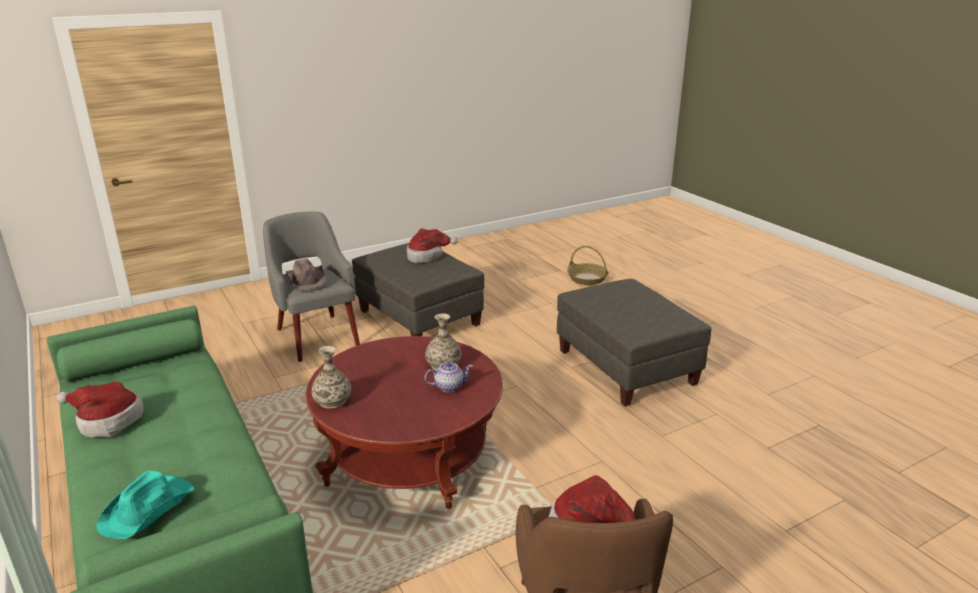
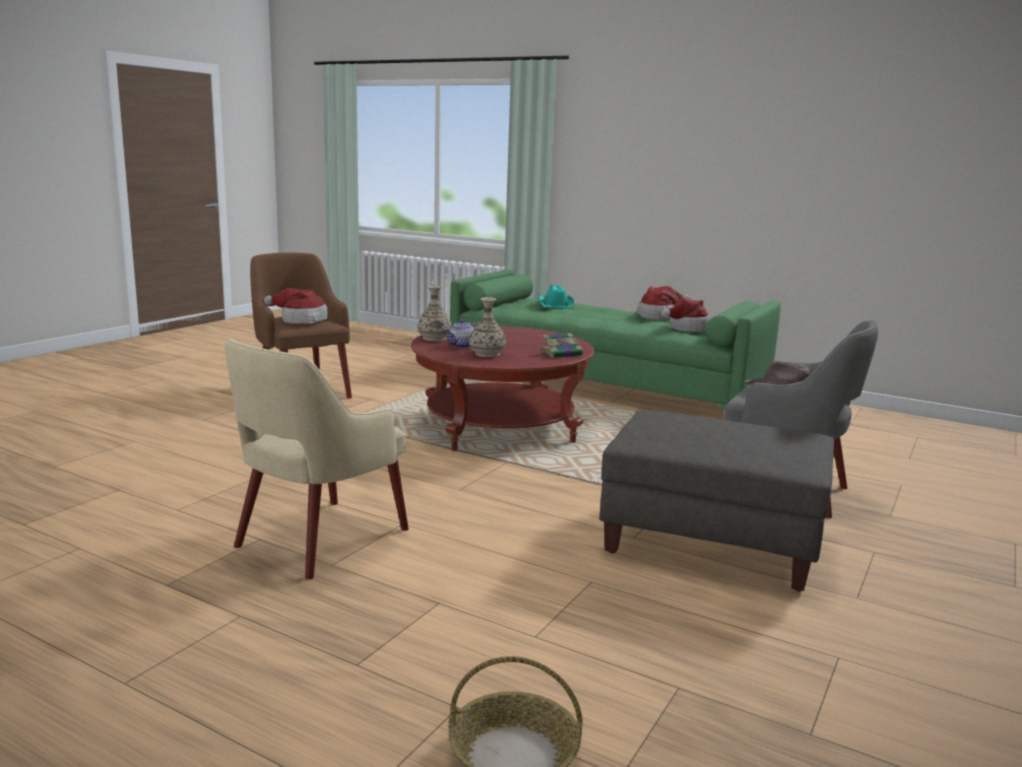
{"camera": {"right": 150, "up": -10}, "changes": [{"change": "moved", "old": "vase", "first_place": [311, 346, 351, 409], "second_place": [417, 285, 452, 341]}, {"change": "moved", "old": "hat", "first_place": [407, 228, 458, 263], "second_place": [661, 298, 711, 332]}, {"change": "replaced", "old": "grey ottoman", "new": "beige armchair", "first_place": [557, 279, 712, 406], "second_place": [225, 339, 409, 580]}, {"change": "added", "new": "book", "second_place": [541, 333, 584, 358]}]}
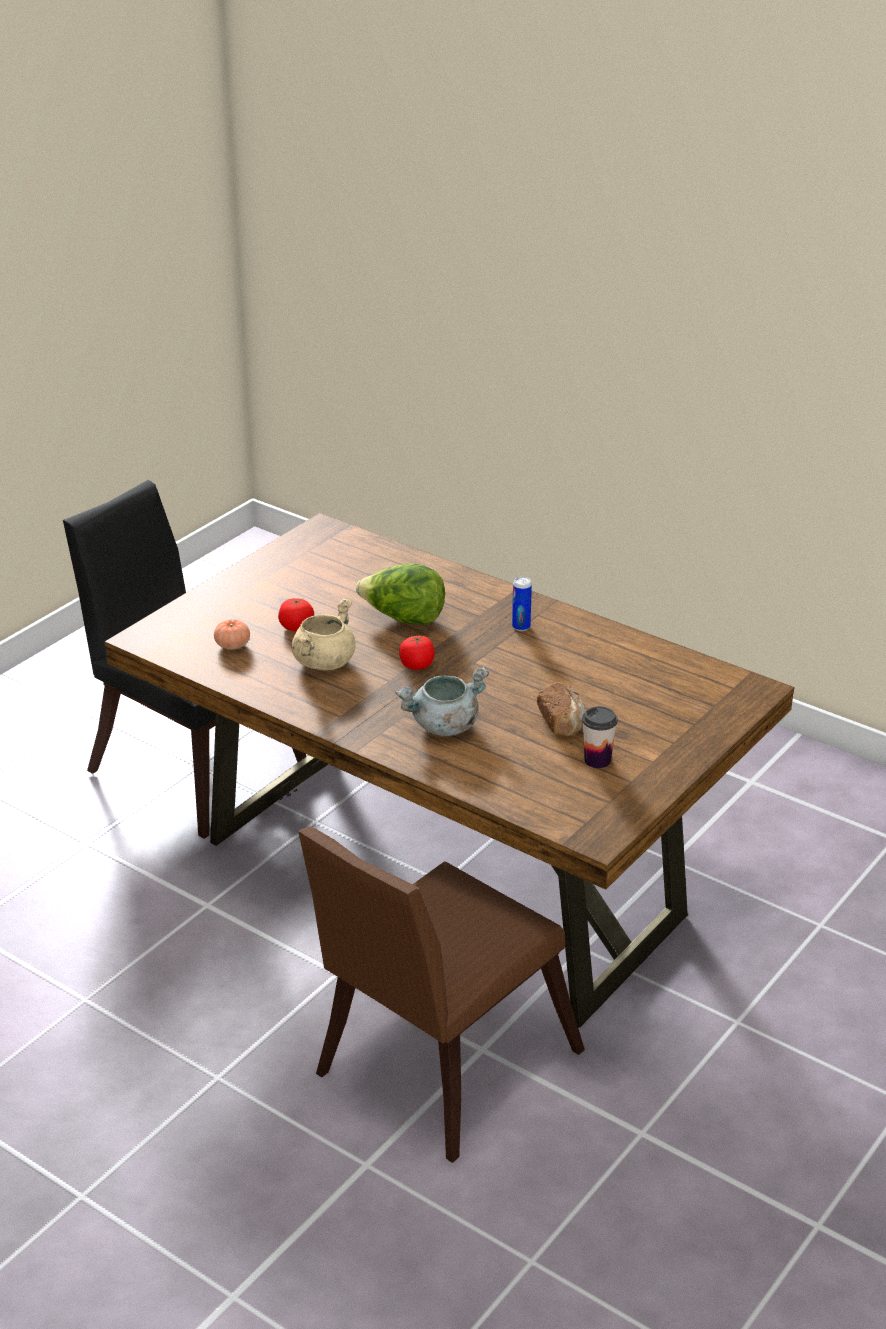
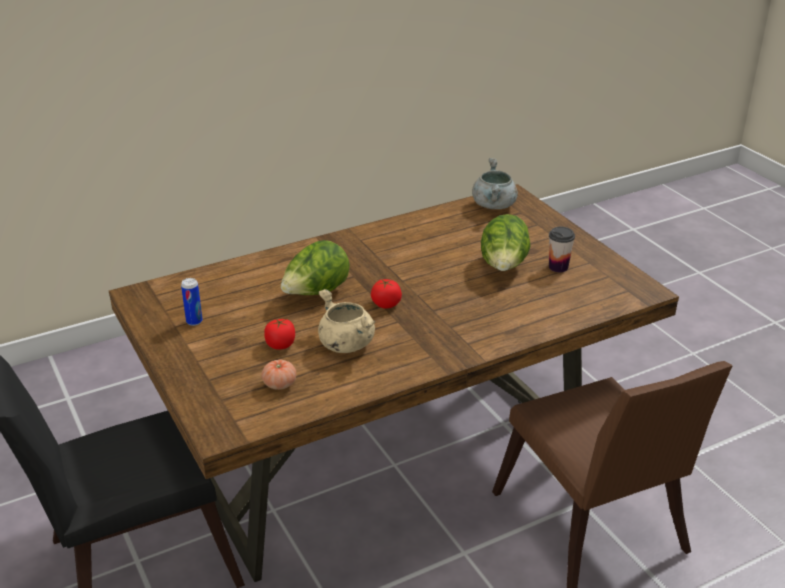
{"camera": {"right": -65, "up": 0}, "changes": [{"change": "moved", "old": "grey cooking pot", "first_place": [395, 666, 489, 736], "second_place": [472, 158, 518, 209]}, {"change": "moved", "old": "can", "first_place": [512, 577, 532, 631], "second_place": [181, 278, 203, 326]}, {"change": "replaced", "old": "bread", "new": "lettuce", "first_place": [537, 682, 585, 736], "second_place": [481, 214, 530, 271]}]}
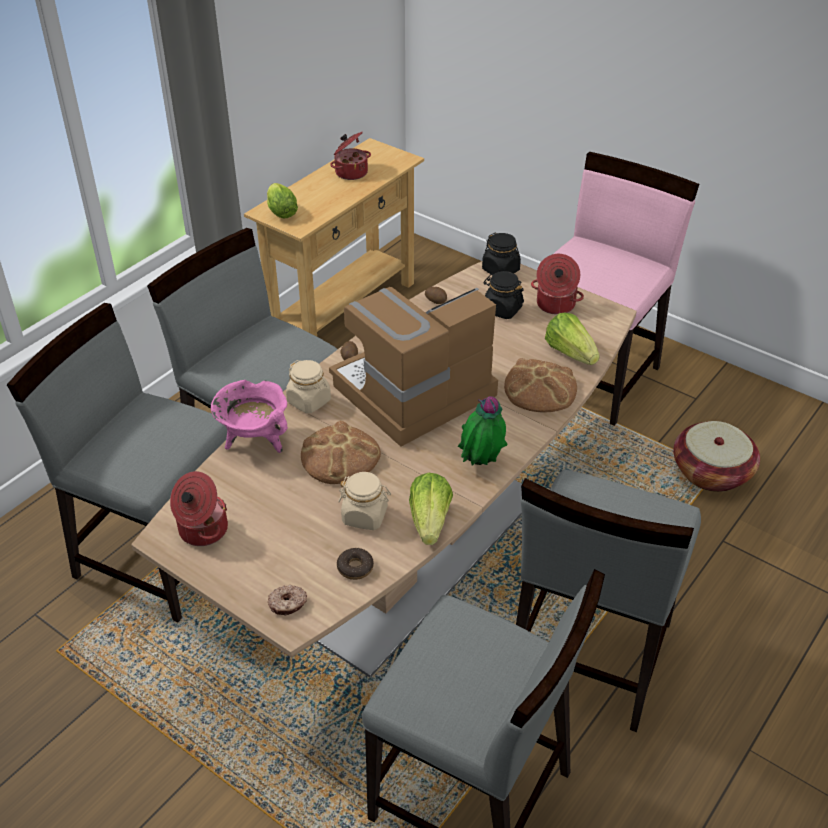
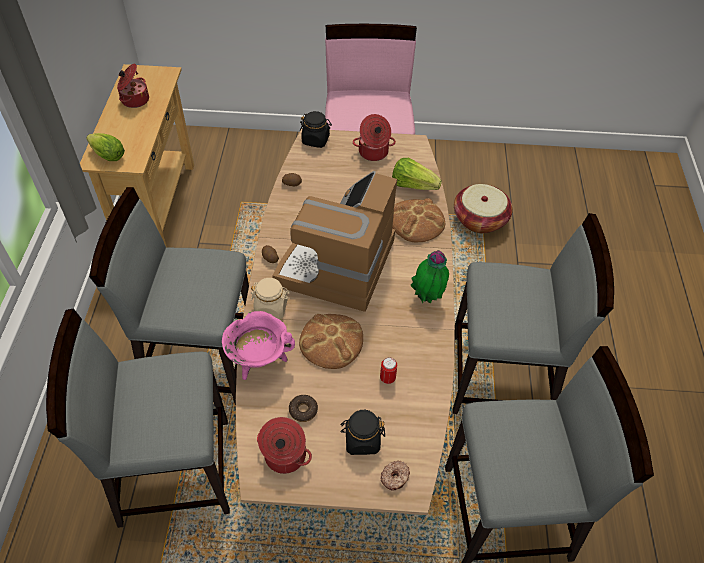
{"camera": {"right": -35, "up": 10}, "changes": [{"change": "moved", "old": "donut", "first_place": [337, 548, 374, 580], "second_place": [289, 395, 318, 422]}, {"change": "replaced", "old": "beige jar", "new": "can", "first_place": [338, 472, 391, 530], "second_place": [380, 358, 397, 384]}, {"change": "removed", "old": "lettuce", "first_place": [409, 473, 453, 545]}, {"change": "moved", "old": "black jar", "first_place": [483, 271, 524, 319], "second_place": [340, 410, 385, 455]}, {"change": "turned", "old": "grey chair", "first_place": [516, 469, 701, 732], "second_place": [453, 213, 614, 414], "degrees": -75}]}
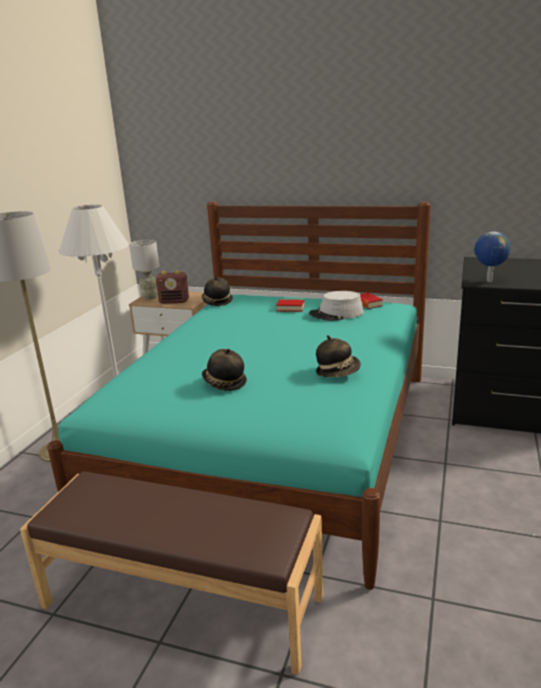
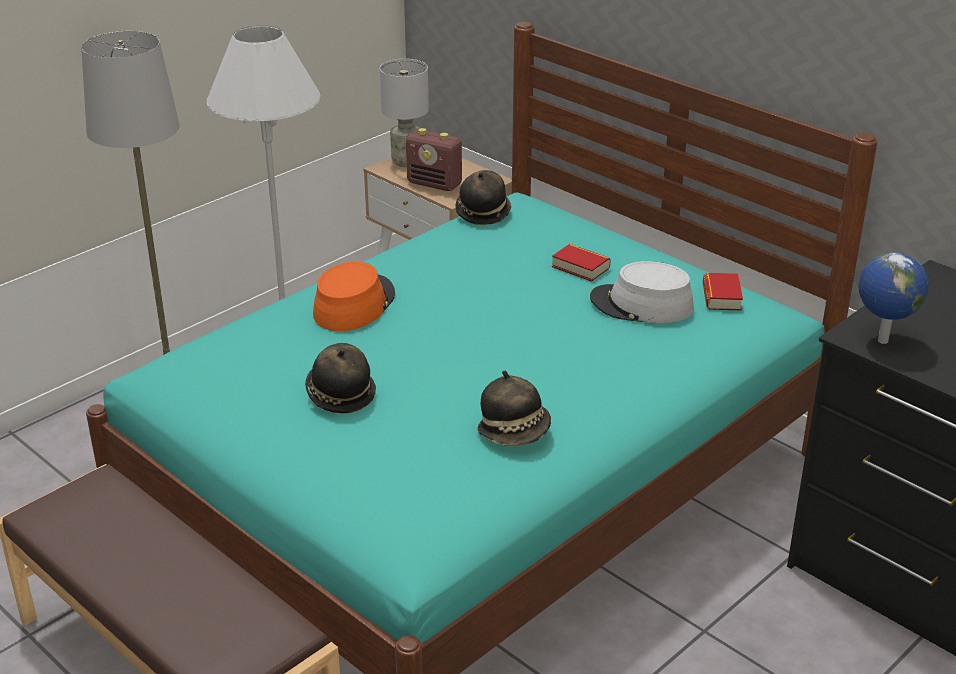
{"camera": {"right": 25, "up": 10}, "changes": [{"change": "added", "new": "orange hat", "second_place": [313, 262, 395, 331]}]}
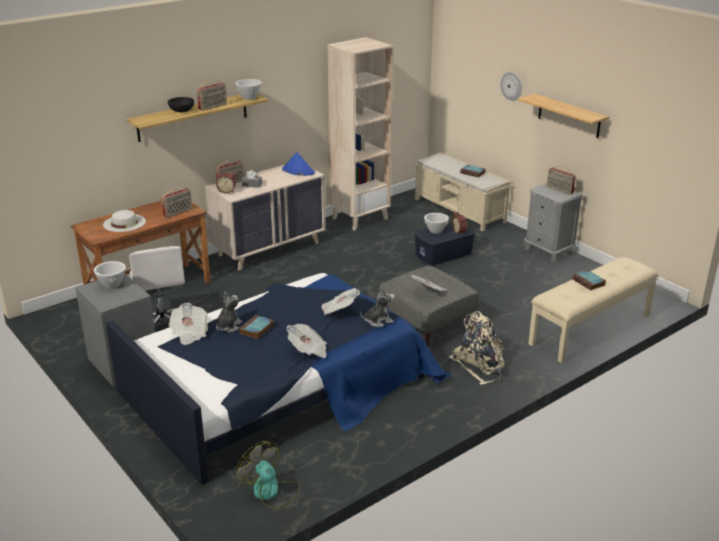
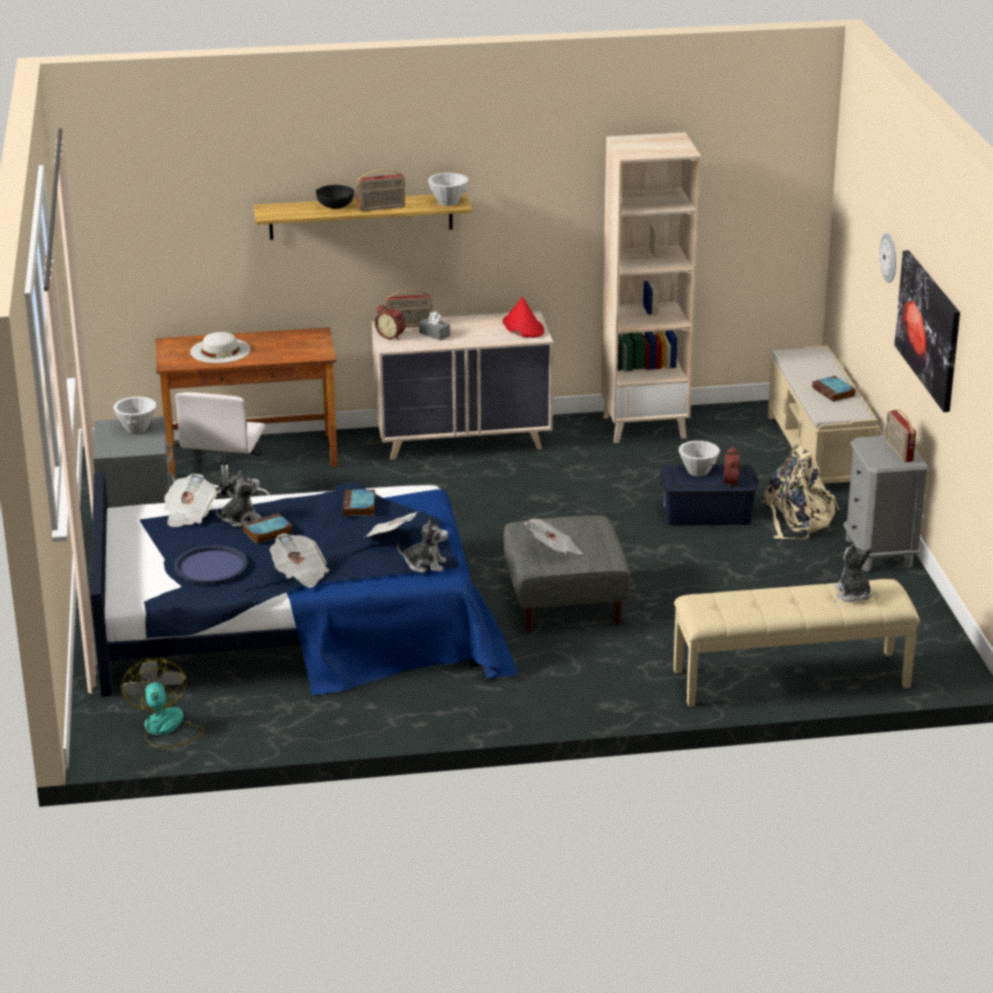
{"camera": {"right": 30, "up": 0}, "changes": [{"change": "removed", "old": "radio", "first_place": [161, 187, 192, 218]}, {"change": "recoloured", "old": "blue hat", "new": "red hat", "first_place": [282, 152, 315, 176], "second_place": [503, 297, 544, 338]}, {"change": "moved", "old": "beige backpack", "first_place": [449, 311, 505, 385], "second_place": [762, 444, 840, 540]}, {"change": "replaced", "old": "shelf", "new": "picture", "first_place": [518, 94, 609, 138], "second_place": [894, 250, 960, 412]}, {"change": "moved", "old": "book", "first_place": [572, 270, 606, 290], "second_place": [343, 489, 376, 516]}, {"change": "added", "new": "blue tray", "second_place": [174, 545, 248, 584]}, {"change": "added", "new": "plush toy", "second_place": [835, 544, 872, 602]}]}
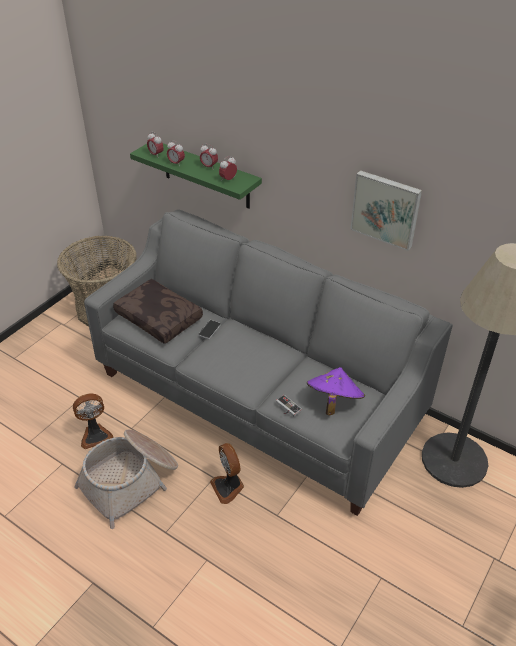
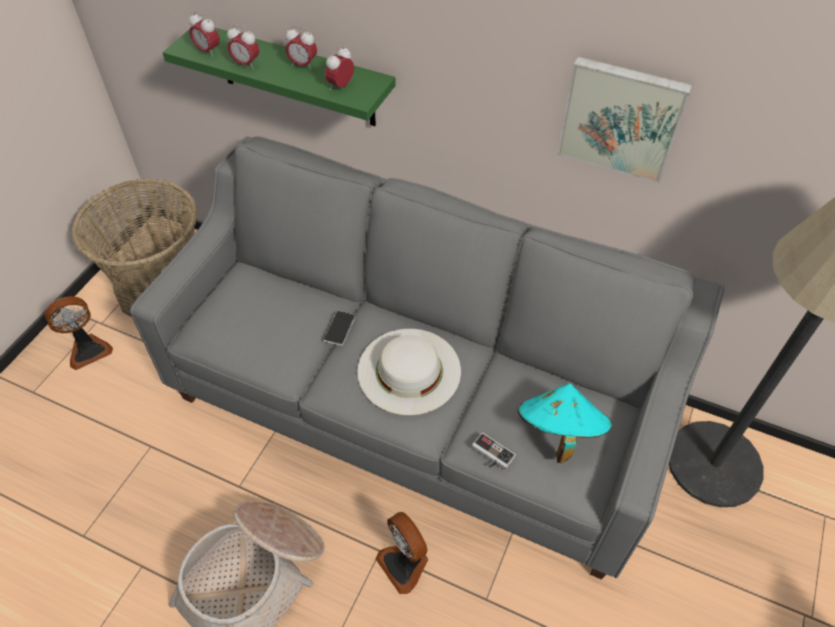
{"camera": {"right": -10, "up": 10}, "changes": [{"change": "moved", "old": "fan", "first_place": [73, 394, 113, 449], "second_place": [45, 296, 113, 370]}, {"change": "removed", "old": "brown pillow", "first_place": [113, 279, 203, 344]}, {"change": "recoloured", "old": "purple hat", "new": "turquoise hat", "first_place": [307, 367, 365, 415], "second_place": [518, 383, 612, 463]}, {"change": "added", "new": "white hat", "second_place": [358, 329, 461, 415]}]}
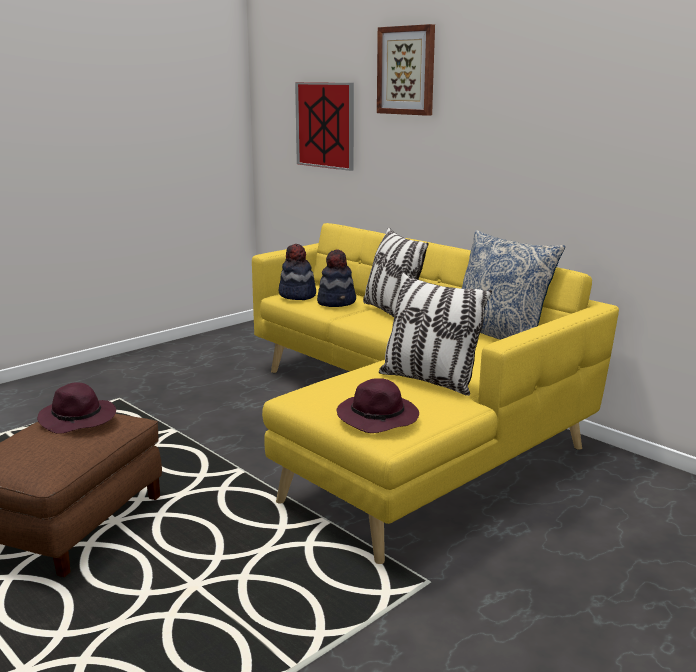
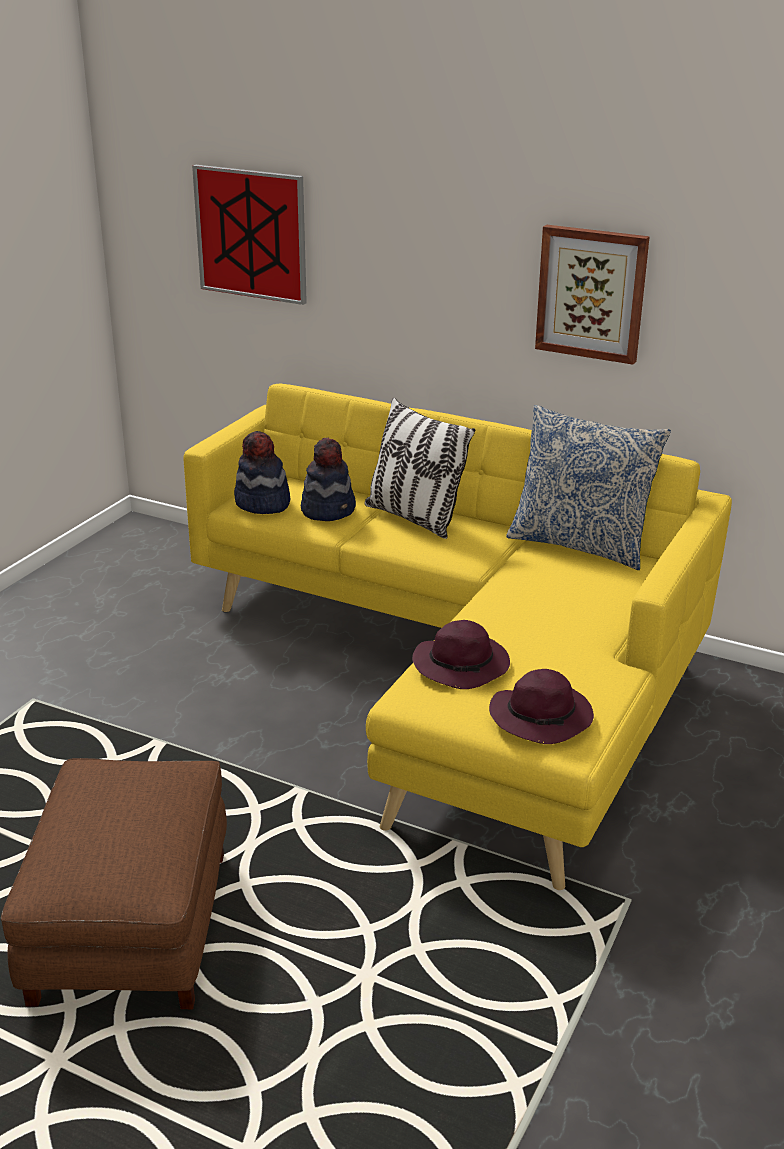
{"camera": {"right": -20, "up": 10}, "changes": [{"change": "moved", "old": "purple hat", "first_place": [37, 383, 116, 434], "second_place": [412, 620, 510, 689]}, {"change": "moved", "old": "picture", "first_place": [377, 24, 435, 116], "second_place": [535, 225, 650, 365]}, {"change": "removed", "old": "pillow", "first_place": [379, 273, 492, 396]}]}
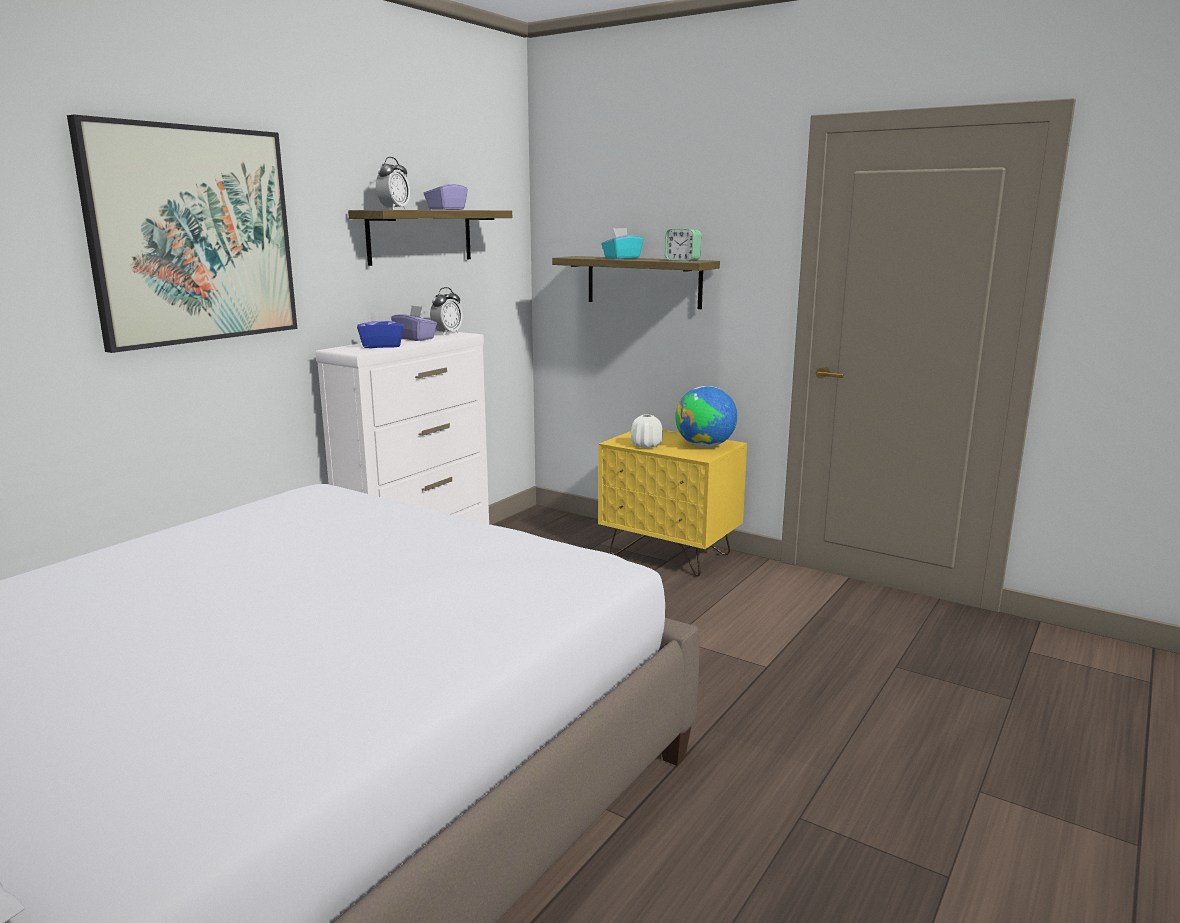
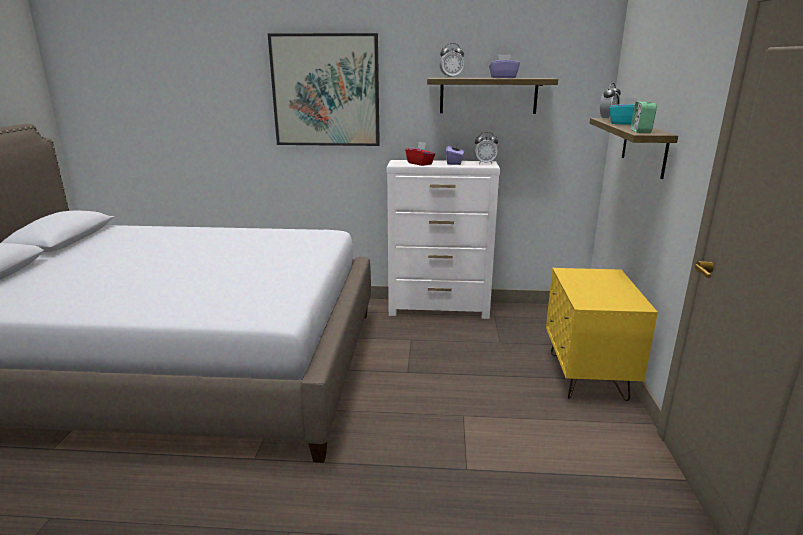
{"camera": {"right": 60, "up": 5}, "changes": [{"change": "recoloured", "old": "blue tissue box", "new": "red tissue box", "first_place": [357, 311, 403, 348], "second_place": [405, 142, 435, 166]}, {"change": "removed", "old": "white vase", "first_place": [631, 414, 663, 448]}, {"change": "removed", "old": "globe", "first_place": [675, 386, 737, 447]}, {"change": "added", "new": "alarm clock", "second_place": [600, 83, 621, 120]}]}
